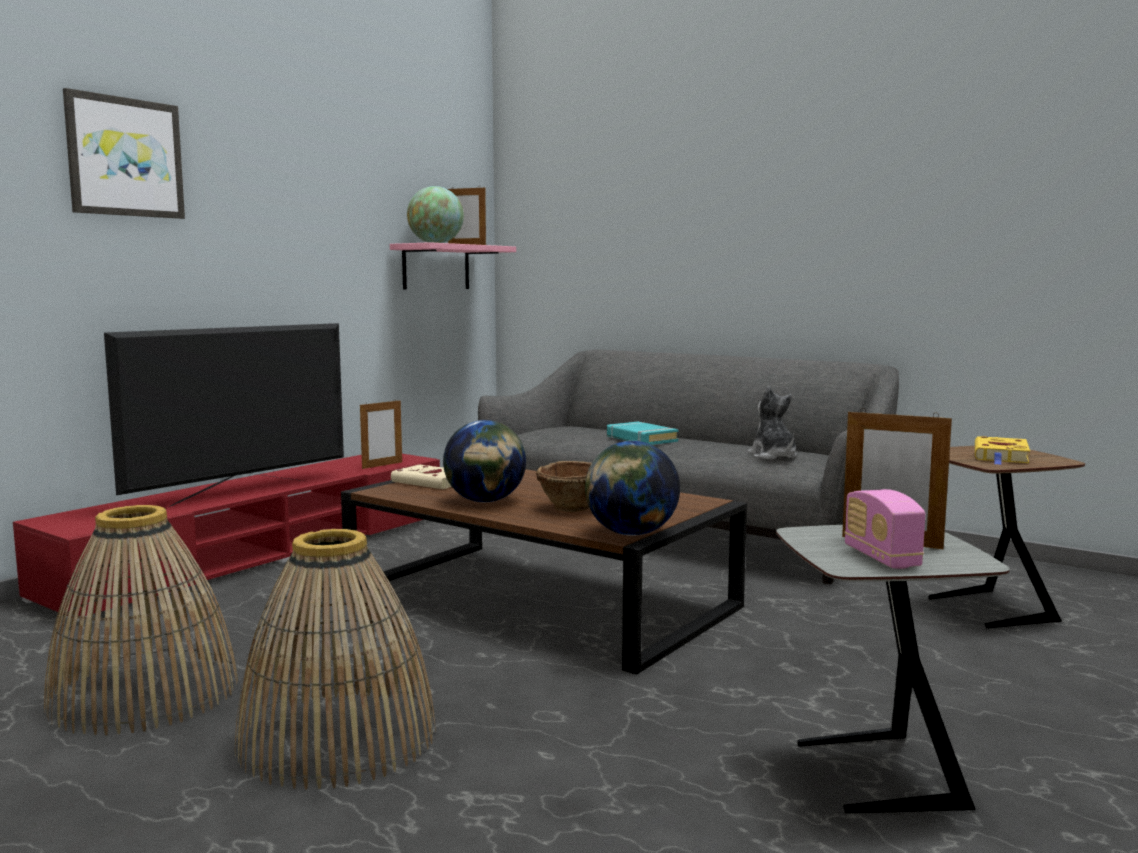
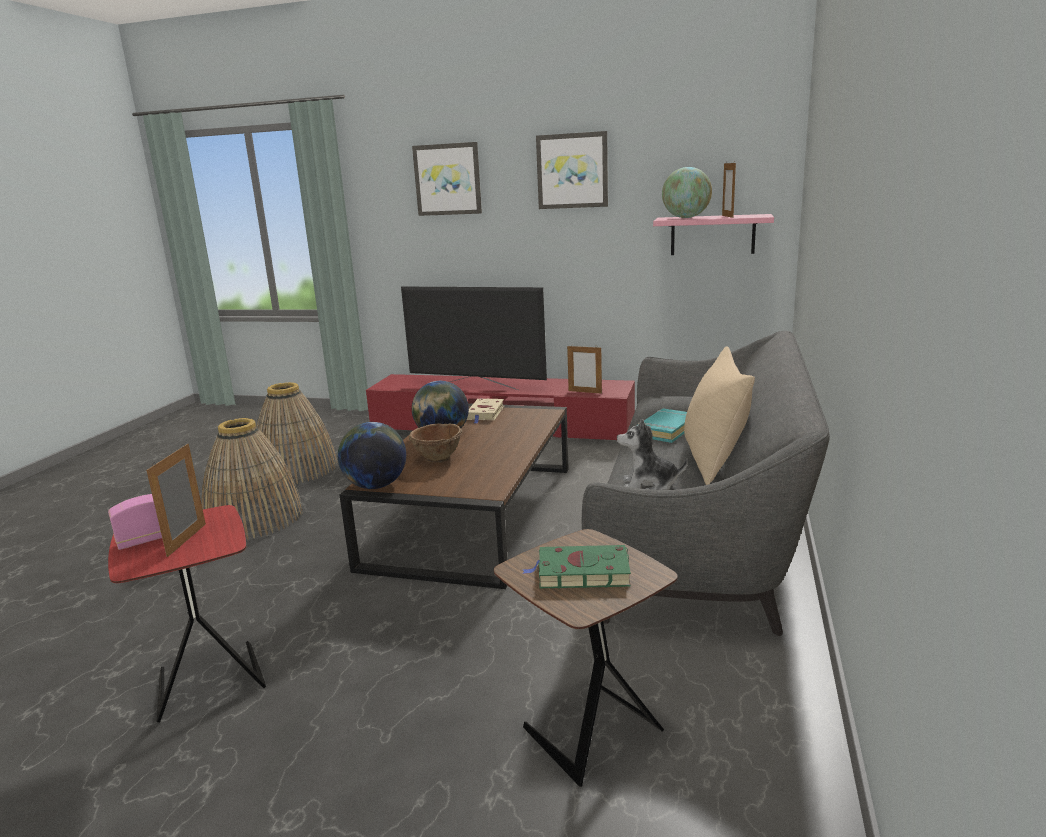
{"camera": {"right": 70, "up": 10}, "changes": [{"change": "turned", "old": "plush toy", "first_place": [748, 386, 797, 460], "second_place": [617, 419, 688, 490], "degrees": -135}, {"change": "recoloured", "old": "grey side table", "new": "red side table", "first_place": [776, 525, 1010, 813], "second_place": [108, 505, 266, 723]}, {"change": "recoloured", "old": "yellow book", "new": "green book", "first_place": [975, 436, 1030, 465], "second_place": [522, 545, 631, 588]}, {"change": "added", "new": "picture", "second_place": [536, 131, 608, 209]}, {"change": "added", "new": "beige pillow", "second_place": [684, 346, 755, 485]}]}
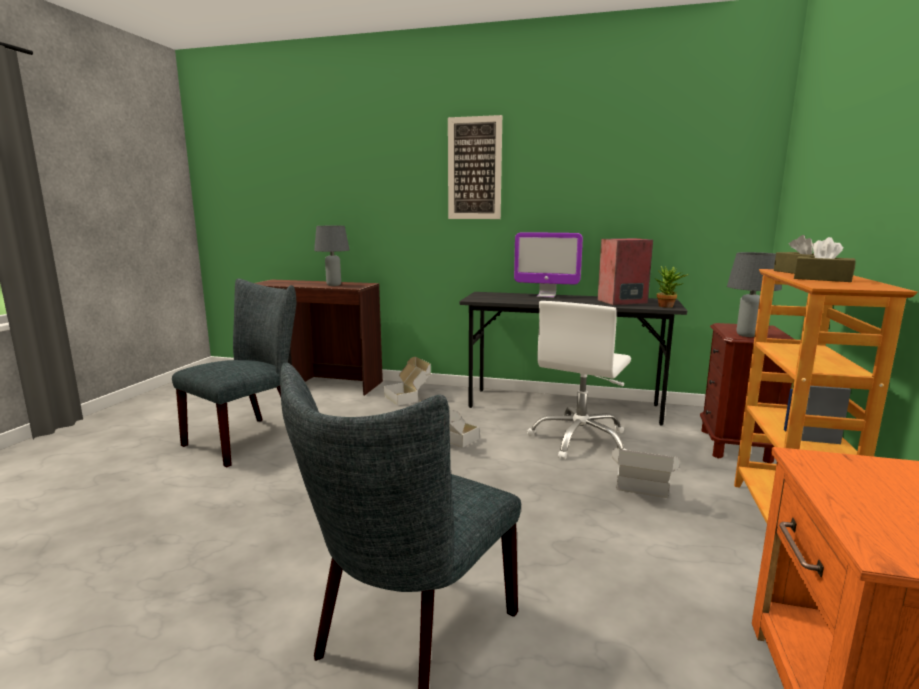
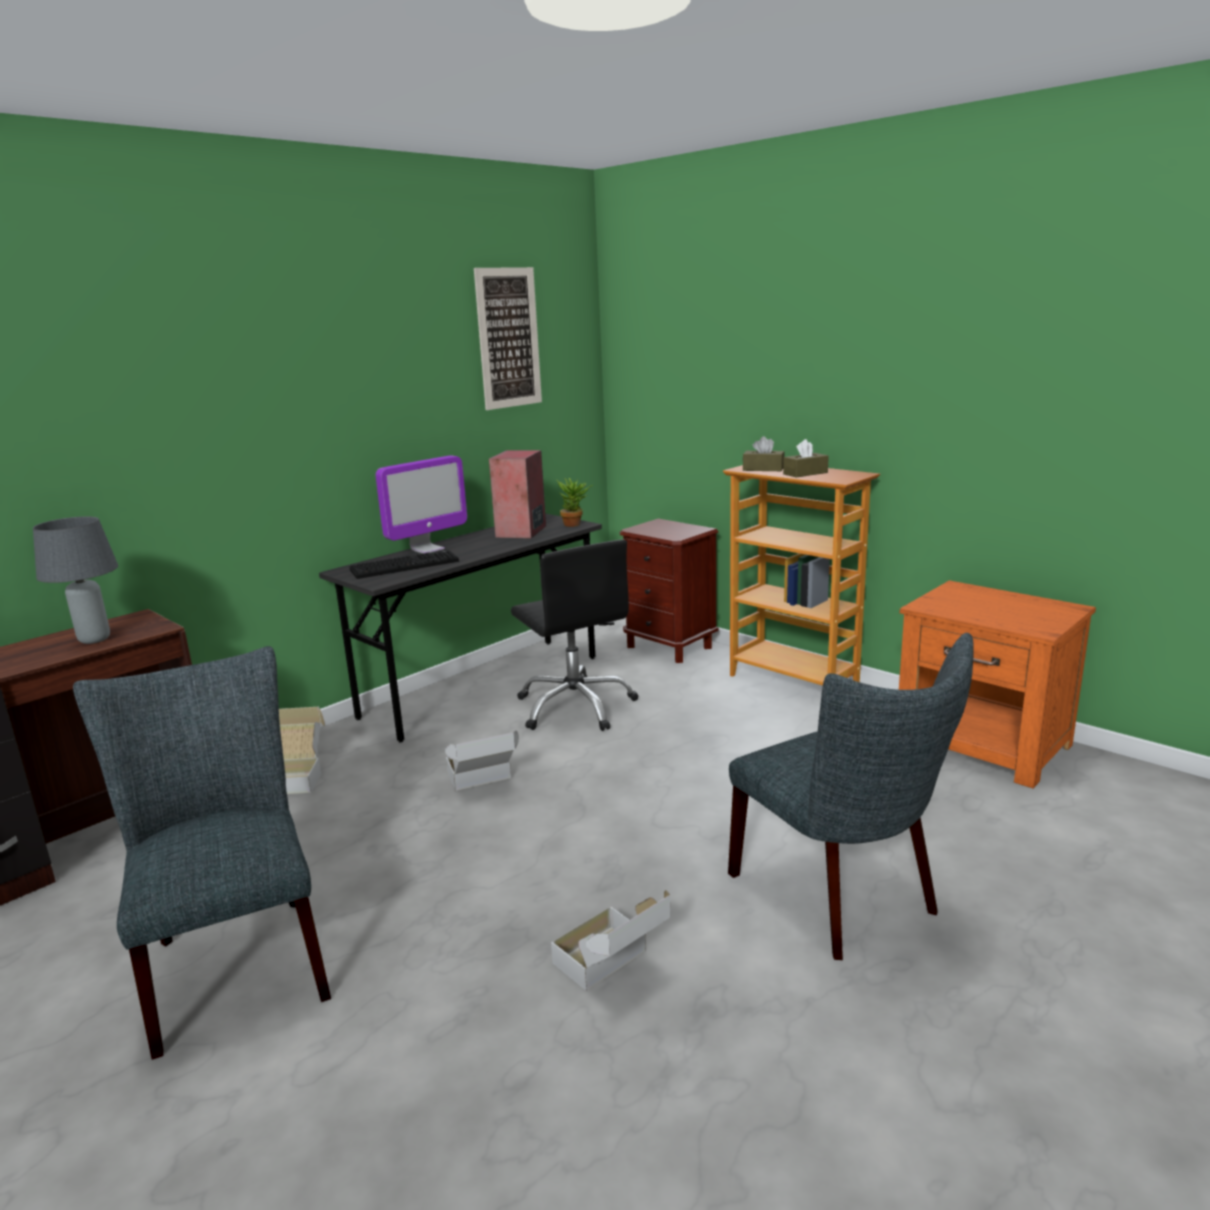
{"camera": {"right": -60, "up": 5}, "changes": [{"change": "moved", "old": "picture", "first_place": [448, 115, 502, 219], "second_place": [474, 267, 542, 410]}, {"change": "recoloured", "old": "white office chair", "new": "black office chair", "first_place": [527, 301, 631, 460], "second_place": [511, 539, 638, 731]}, {"change": "moved", "old": "cardboard box", "first_place": [612, 448, 680, 498], "second_place": [551, 890, 670, 991]}, {"change": "removed", "old": "grey table lamp", "first_place": [727, 252, 782, 337]}, {"change": "added", "new": "keyboard", "second_place": [349, 550, 459, 579]}]}
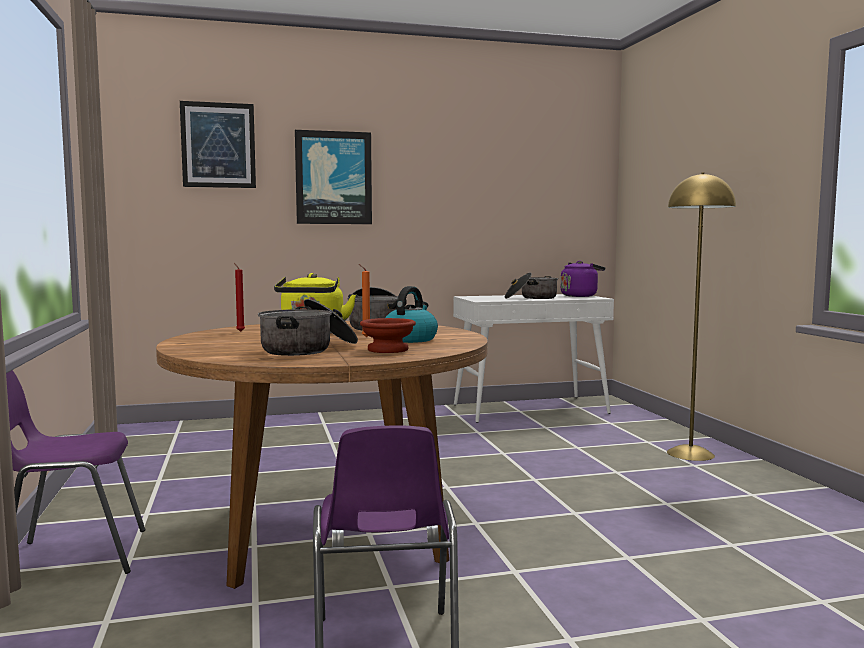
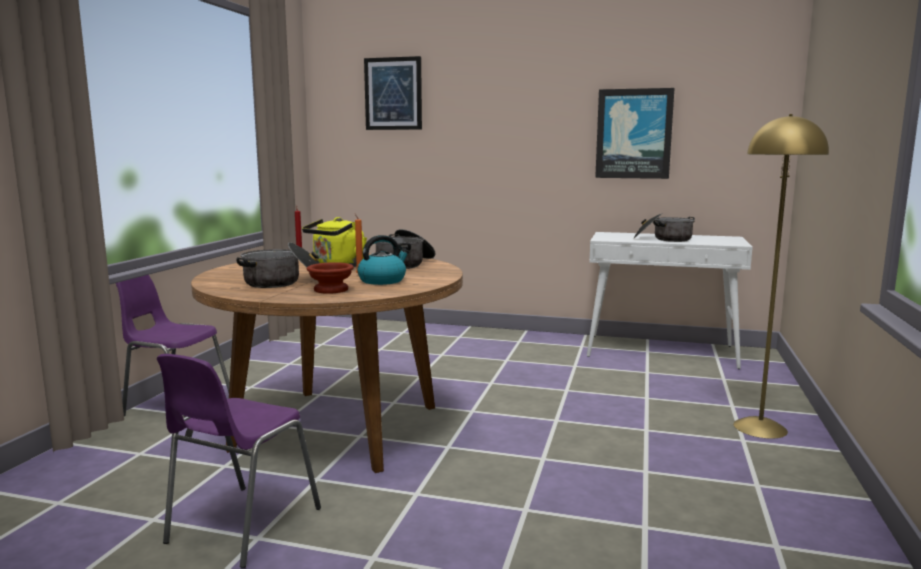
{"camera": {"right": 30, "up": 5}, "changes": [{"change": "moved", "old": "picture", "first_place": [295, 130, 372, 224], "second_place": [595, 88, 674, 179]}, {"change": "removed", "old": "purple kettle", "first_place": [561, 261, 605, 297]}]}
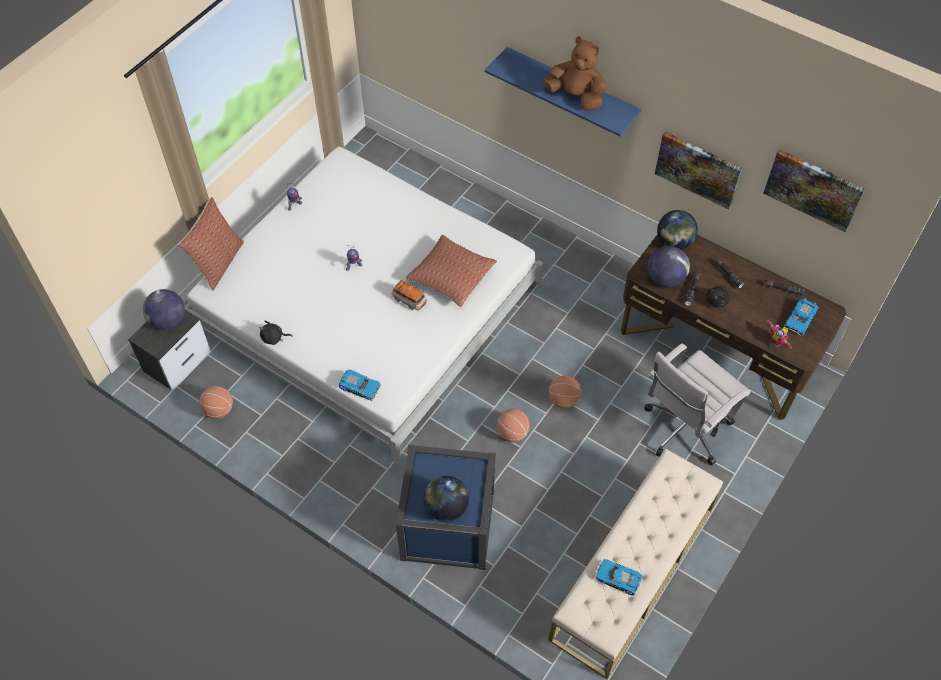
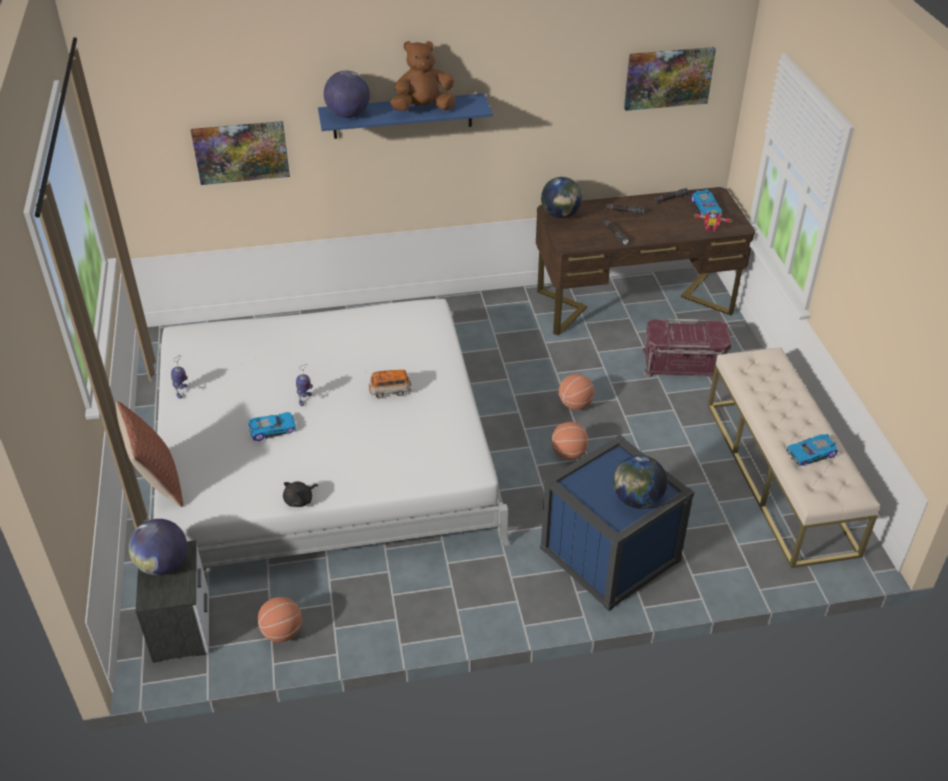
{"camera": {"right": -45, "up": -15}, "changes": [{"change": "moved", "old": "toy car", "first_place": [338, 369, 381, 401], "second_place": [248, 412, 297, 441]}, {"change": "removed", "old": "pillow", "first_place": [406, 235, 497, 307]}, {"change": "replaced", "old": "white office chair", "new": "red storage box", "first_place": [644, 343, 751, 466], "second_place": [641, 319, 731, 378]}, {"change": "moved", "old": "globe", "first_place": [648, 246, 690, 288], "second_place": [324, 71, 370, 118]}, {"change": "moved", "old": "picture", "first_place": [655, 132, 743, 210], "second_place": [191, 121, 290, 185]}, {"change": "removed", "old": "black plush toy", "first_place": [706, 286, 730, 307]}]}
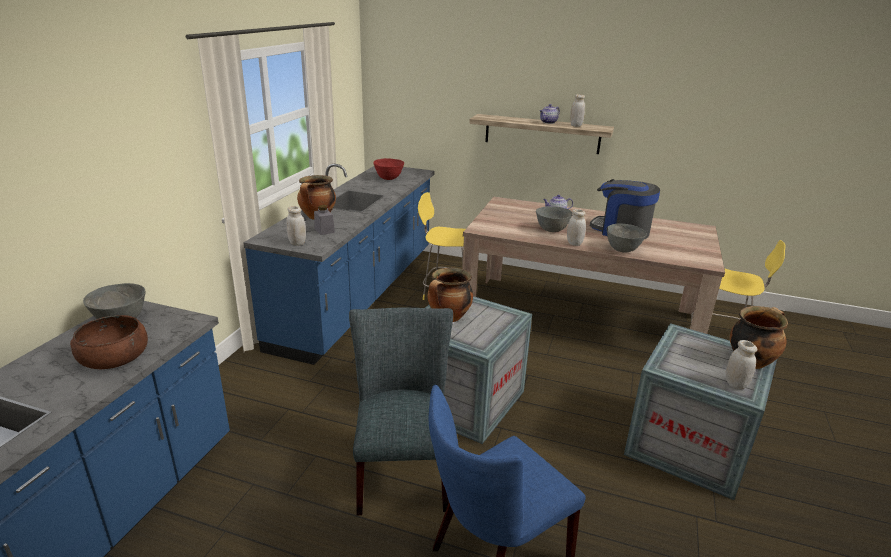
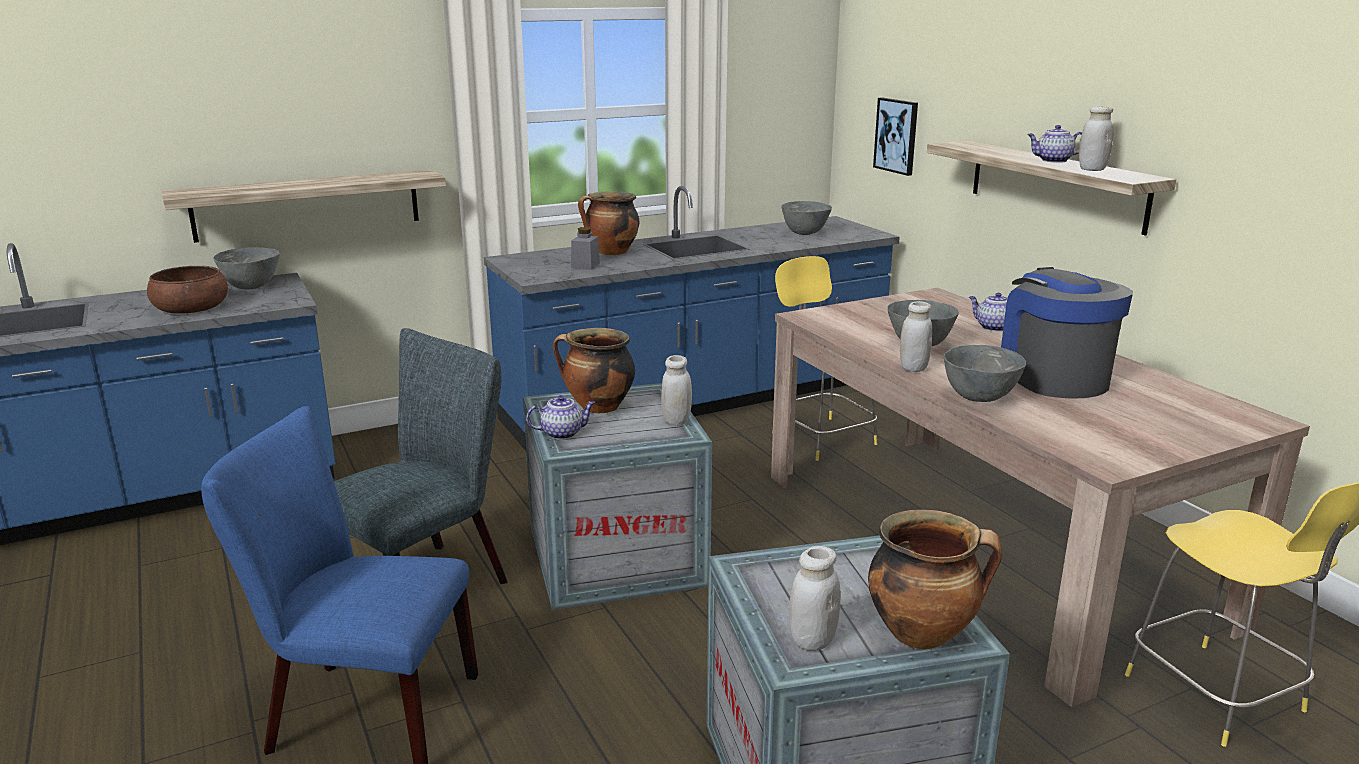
{"camera": {"right": 45, "up": -5}, "changes": [{"change": "moved", "old": "white jar", "first_place": [286, 206, 306, 246], "second_place": [661, 355, 692, 426]}, {"change": "recoloured", "old": "red bowl", "new": "grey bowl", "first_place": [373, 158, 404, 180], "second_place": [781, 201, 832, 235]}, {"change": "added", "new": "shelf", "second_place": [162, 169, 446, 243]}, {"change": "added", "new": "teapot", "second_place": [526, 395, 595, 440]}, {"change": "added", "new": "picture", "second_place": [873, 98, 918, 176]}]}
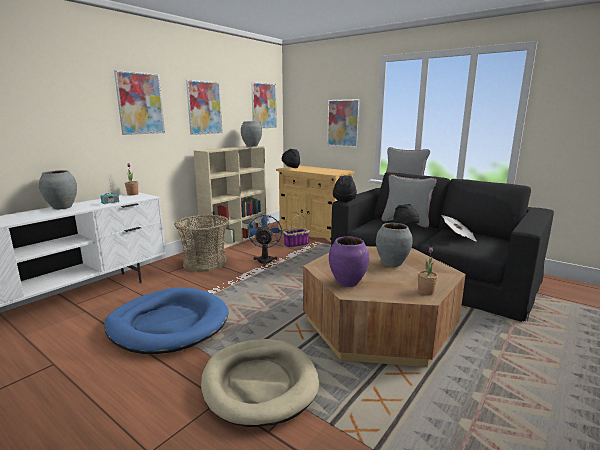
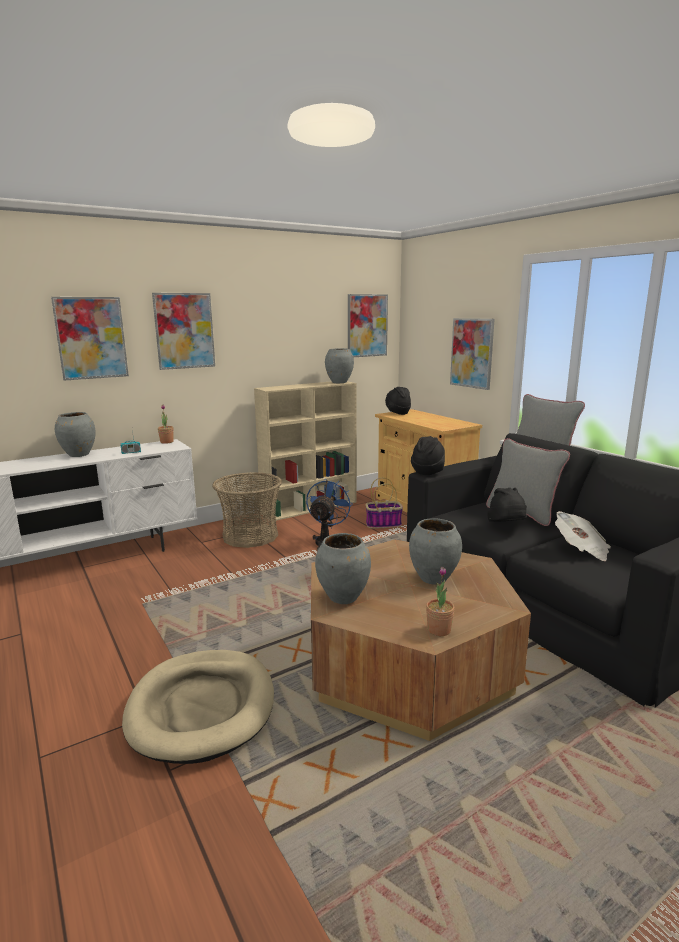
{"camera": {"right": 20, "up": 0}, "changes": [{"change": "removed", "old": "blue dog bed", "first_place": [104, 288, 229, 354]}, {"change": "moved", "old": "picture", "first_place": [186, 80, 223, 135], "second_place": [51, 297, 129, 381]}, {"change": "recoloured", "old": "purple vase", "new": "grey vase", "first_place": [329, 236, 369, 287], "second_place": [315, 533, 371, 604]}]}
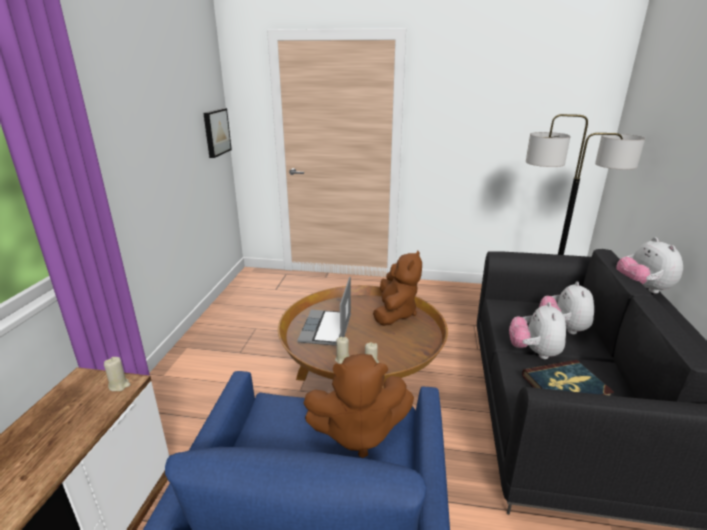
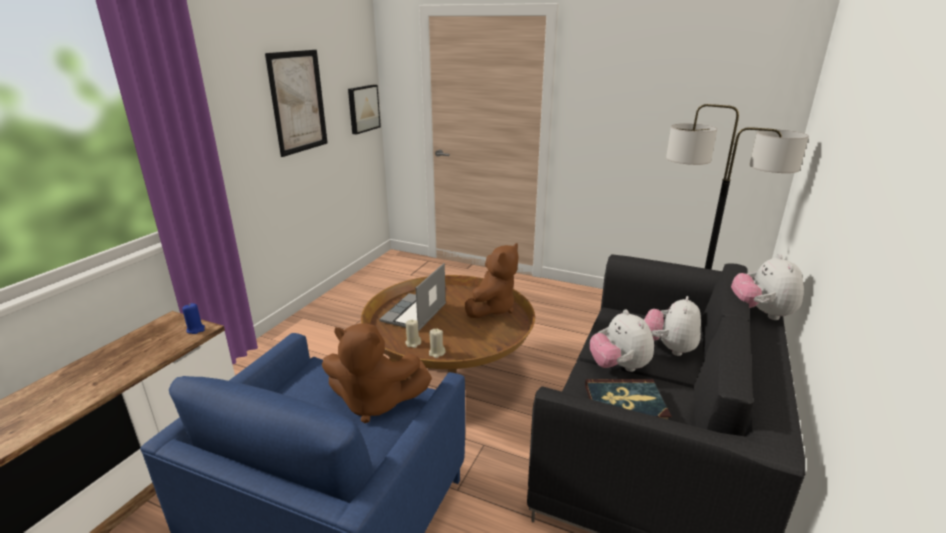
{"camera": {"right": 15, "up": 0}, "changes": [{"change": "recoloured", "old": "beige candle", "new": "blue candle", "first_place": [104, 357, 131, 391], "second_place": [182, 303, 205, 334]}, {"change": "turned", "old": "plush toy", "first_place": [509, 302, 566, 359], "second_place": [590, 310, 654, 372], "degrees": -45}, {"change": "added", "new": "picture", "second_place": [265, 50, 328, 157]}]}
